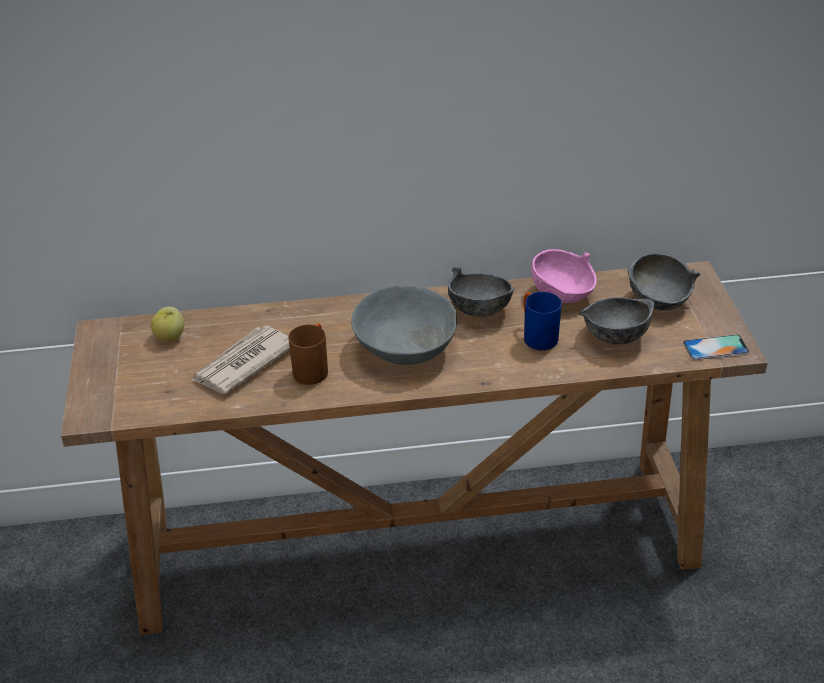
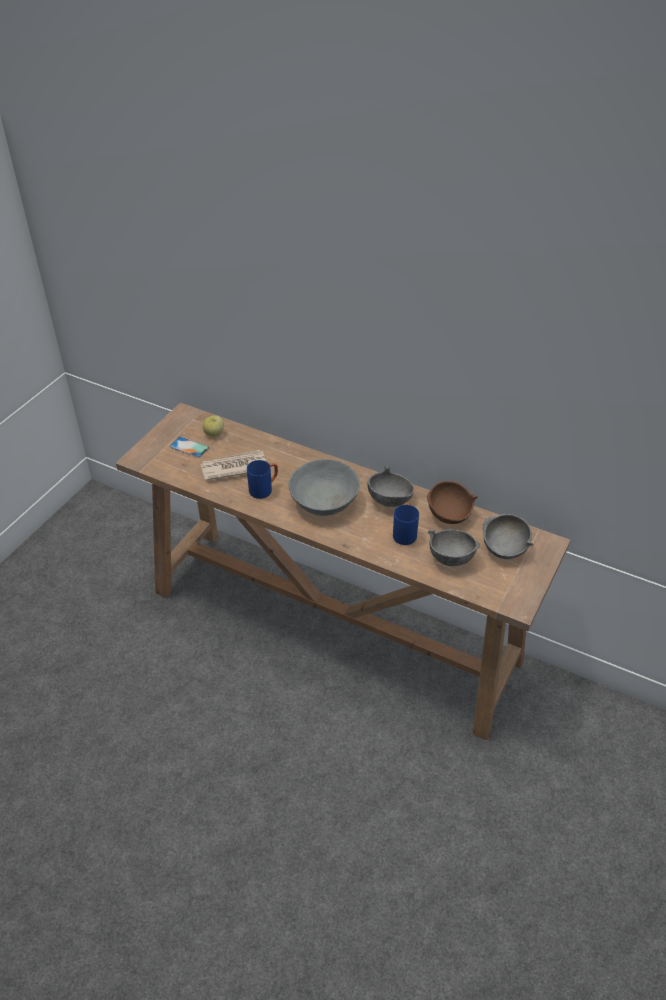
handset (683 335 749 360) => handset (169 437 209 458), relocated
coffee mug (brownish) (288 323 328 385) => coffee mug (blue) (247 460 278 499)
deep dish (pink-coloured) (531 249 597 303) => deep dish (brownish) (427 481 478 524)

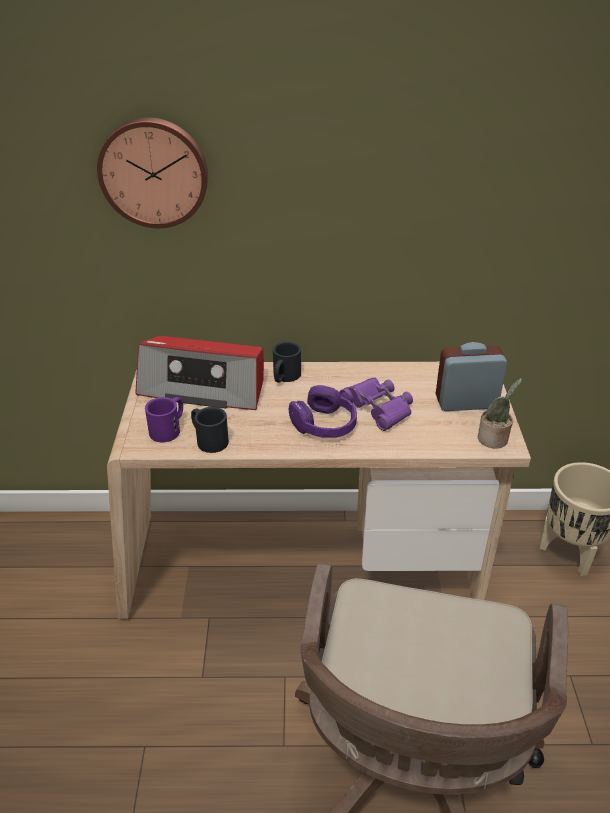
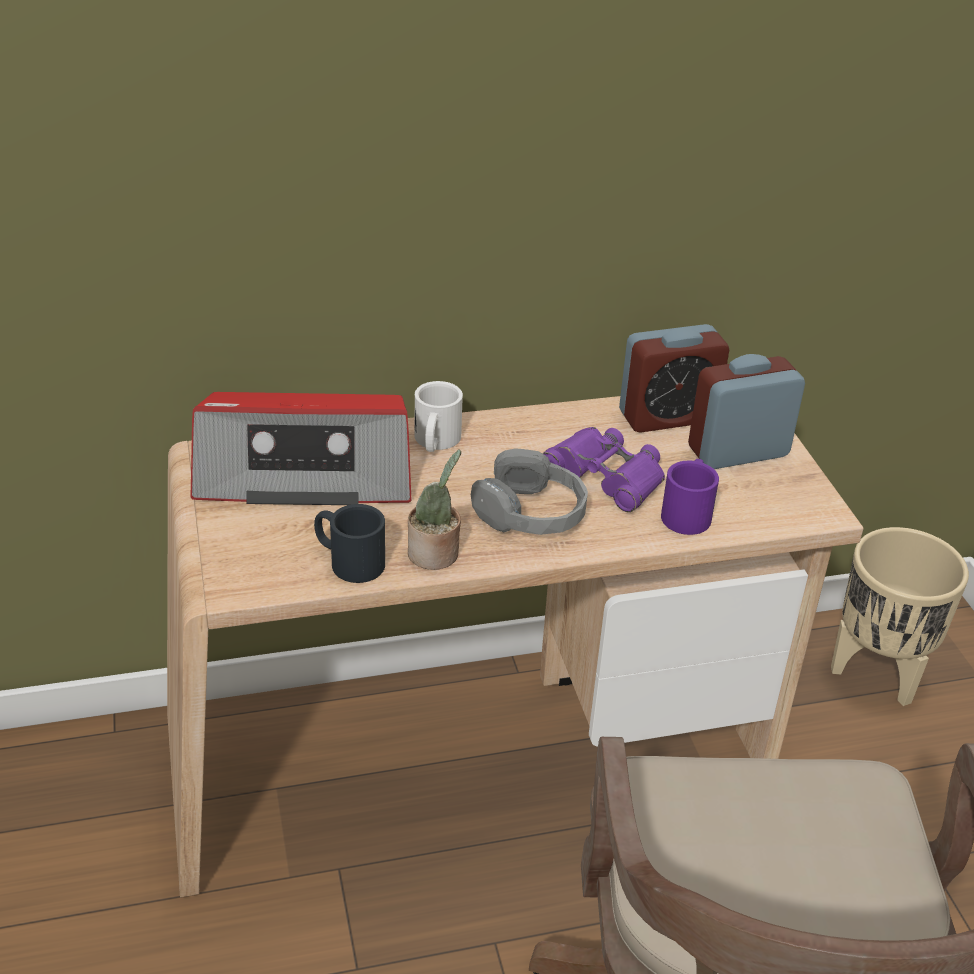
hanging clock (97 117 208 228) => nothing
nothing => table clock (619 324 729 433)
coffee mug (purple) (145 397 183 442) => coffee mug (purple) (661 459 719 535), relocated
potted plant (478 378 522 449) => potted plant (408 450 461 570), relocated
coffee mug (black) (273 342 301 383) => coffee mug (white-coloured) (414 381 463 452)
pair of headphones (purple) (288 385 357 438) => pair of headphones (gray) (471 448 588 535)

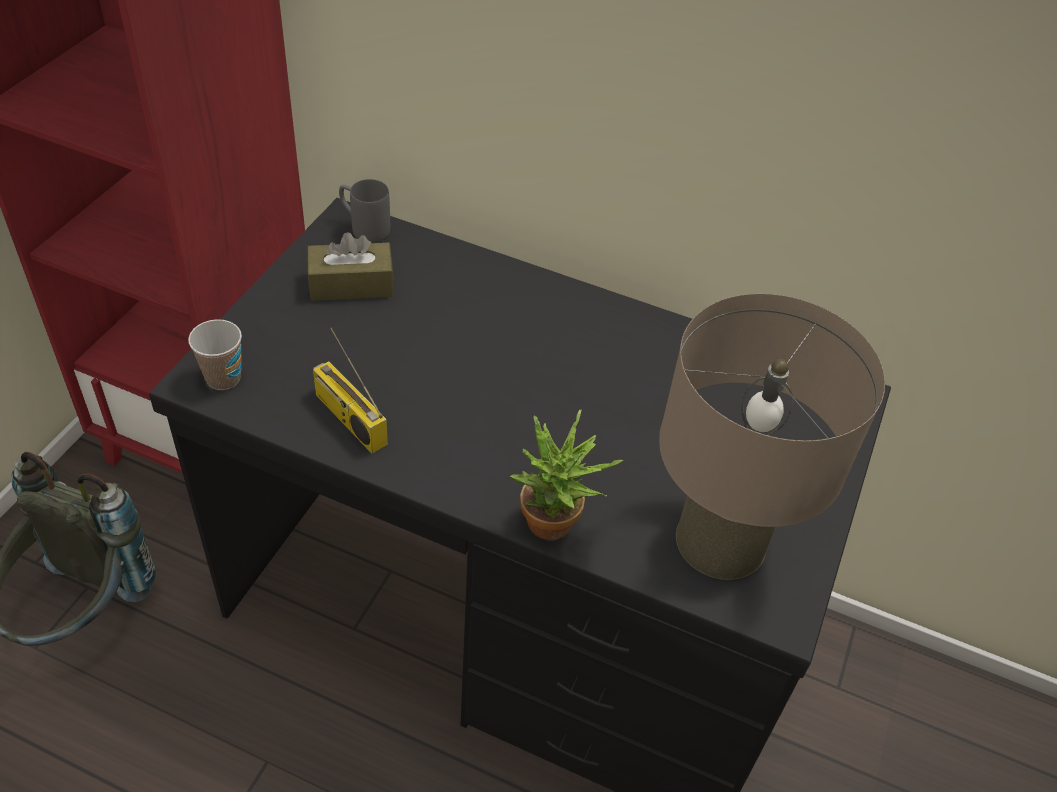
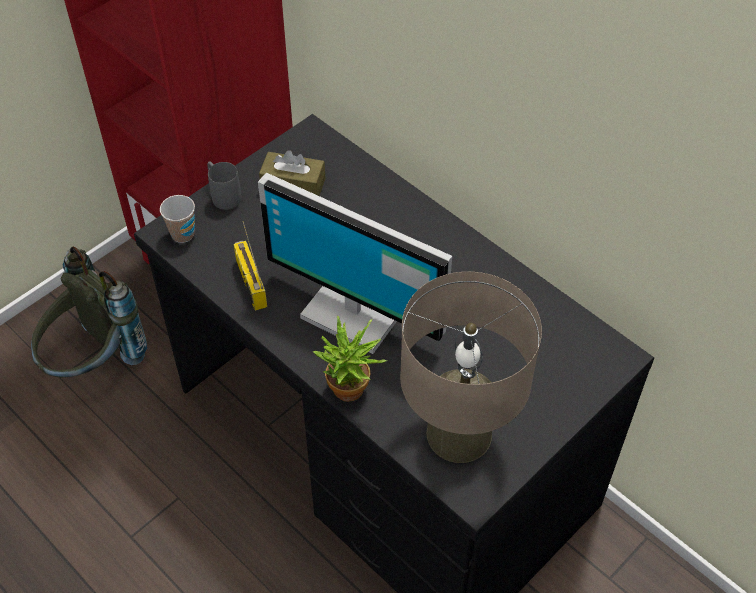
nothing => monitor (258 173 452 354)
coffee mug (gray) (339 179 390 243) => coffee mug (gray) (207 161 241 210), relocated

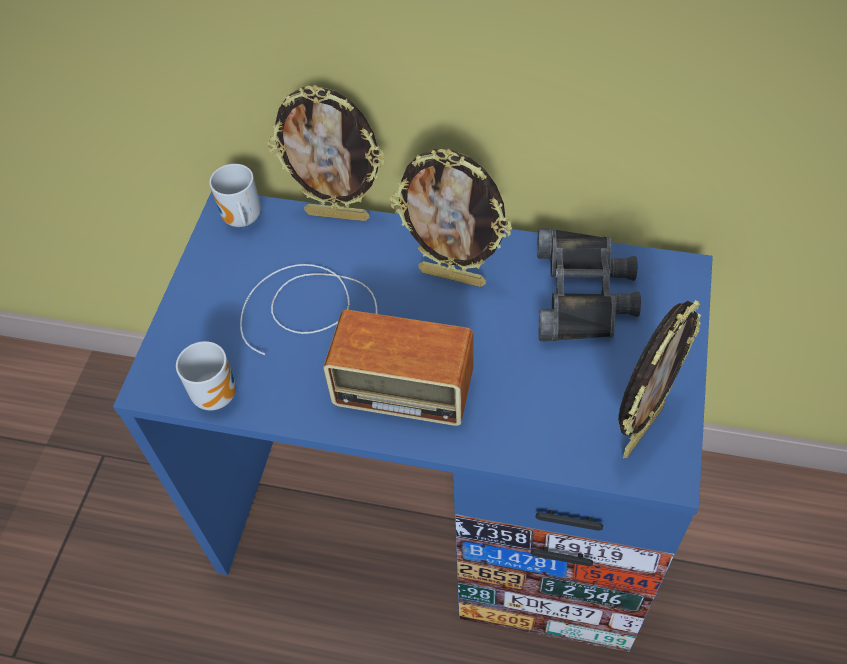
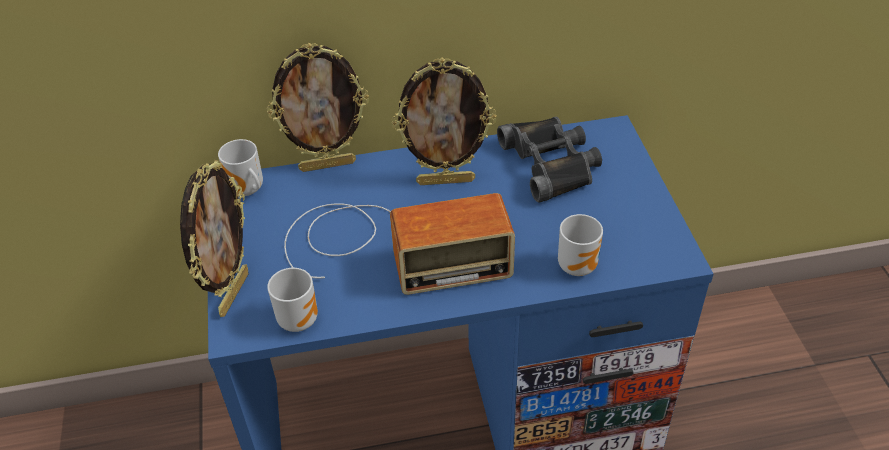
nothing => coffee mug (558 214 603 276)
photo frame (618 300 701 458) => photo frame (180 160 249 317), relocated

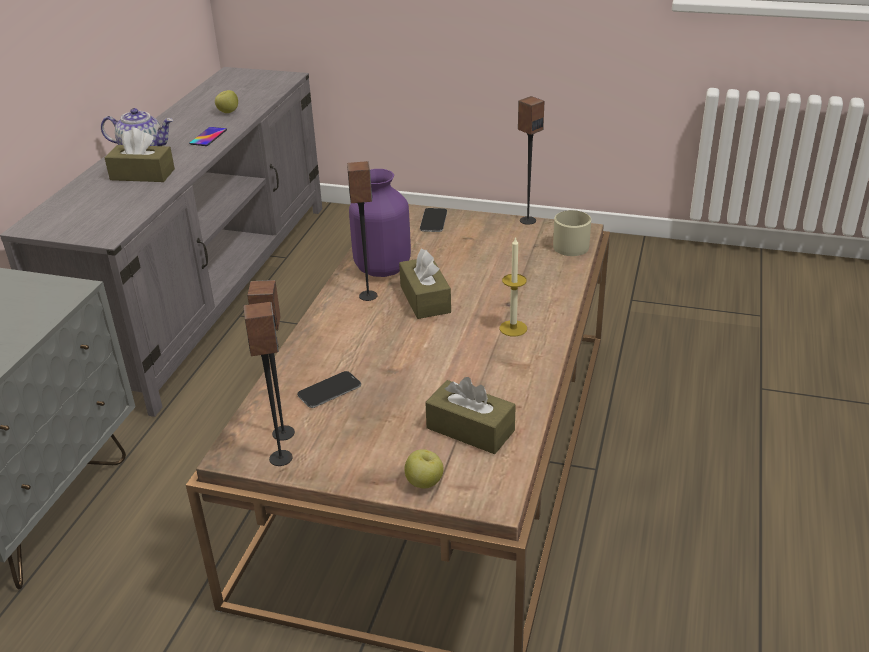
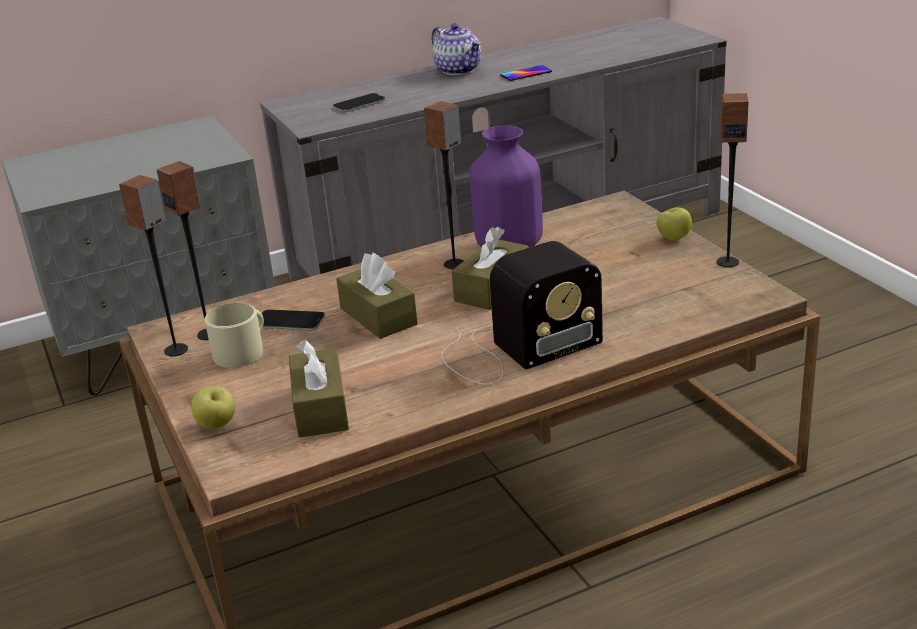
box of tissues (brownish) (104 128 175 182) => box of tissues (brownish) (336 253 418 339), relocated
apple (215 90 238 113) => apple (657 208 692 240), relocated
handset (420 208 447 232) => handset (333 93 386 112), relocated
coffee mug (beige) (553 210 591 256) => coffee mug (beige) (205 303 264 368), relocated
wax candle (500 236 527 336) => radio set (441 241 603 385)

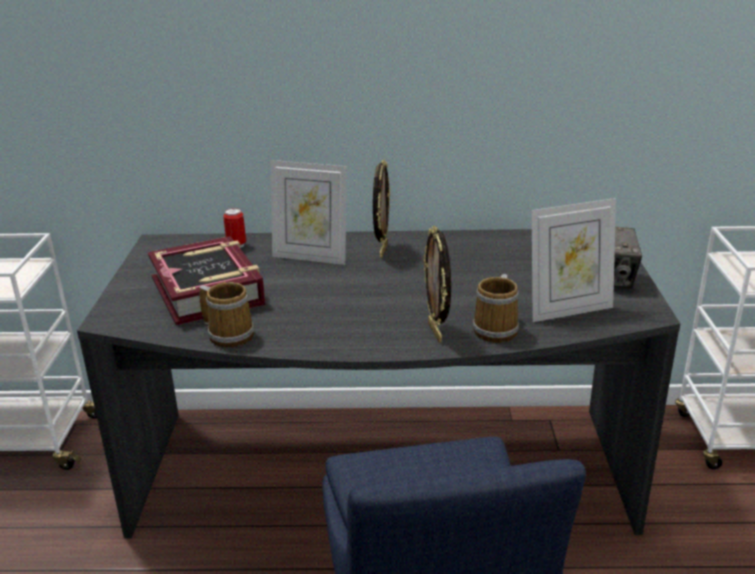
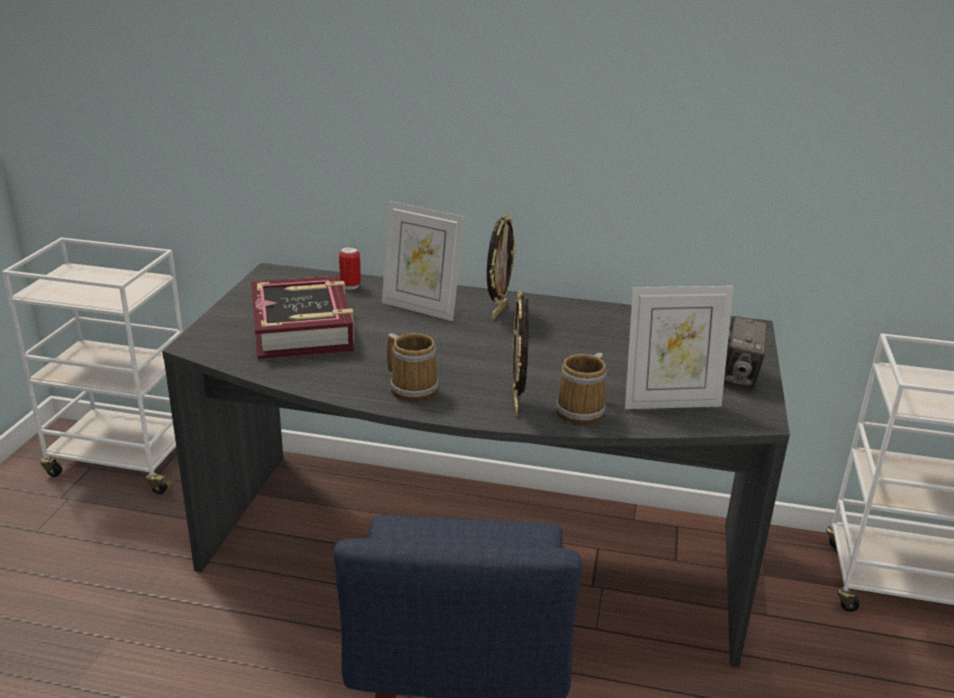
coffee mug (199 282 254 347) => coffee mug (387 333 439 402), relocated

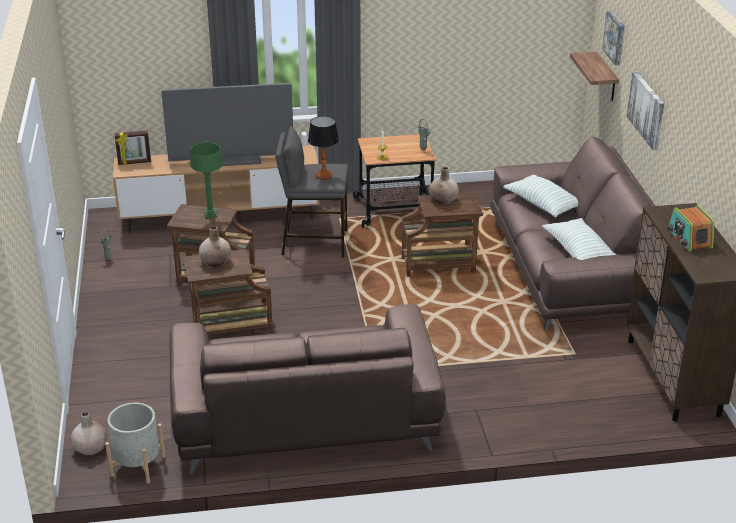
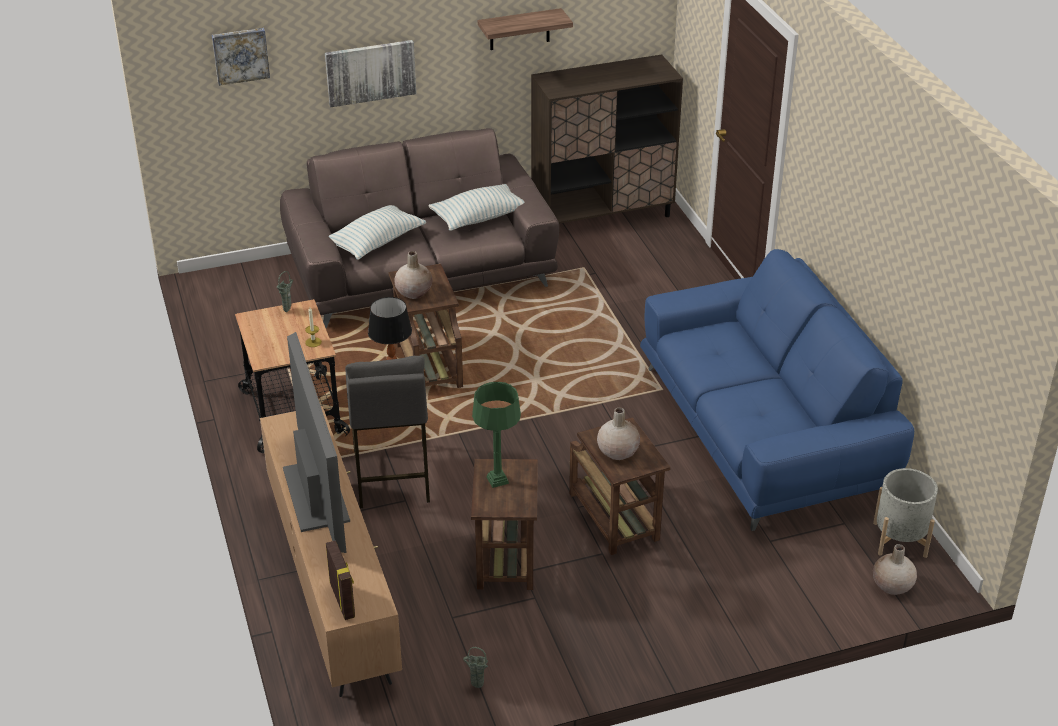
radio set (667 204 714 252) => nothing
bracket shelf (570 52 619 101) => bracket shelf (478 8 573 50), relocated
settee (brownish) (170 304 446 475) => settee (blue) (640 249 914 531)

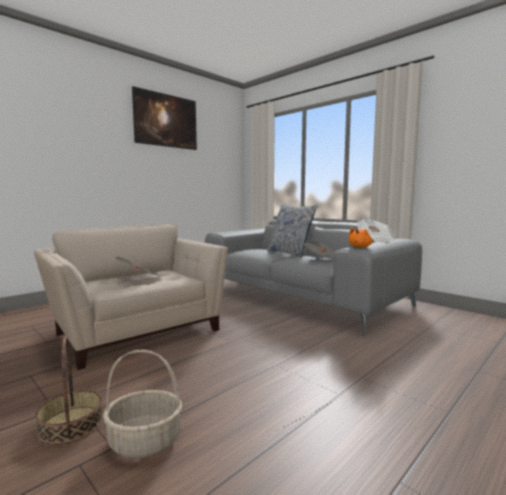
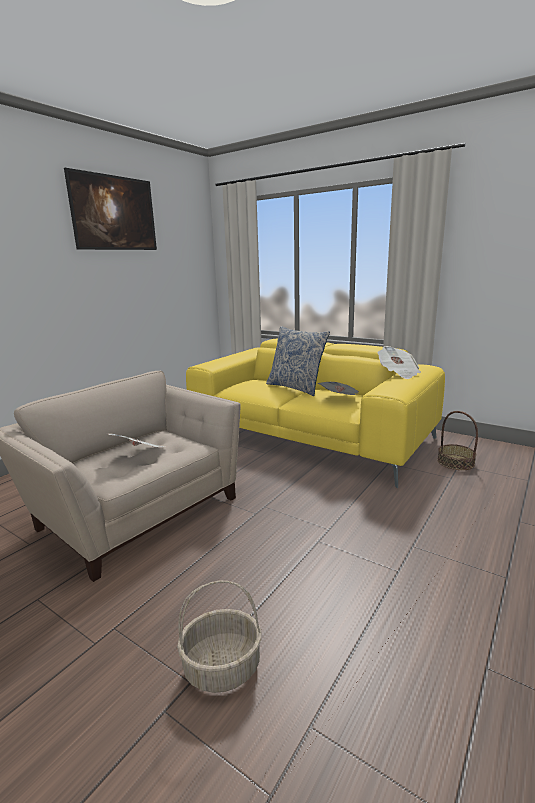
plush toy (orangey) (349 228 373 248) => nothing
storage basket (35 336 103 445) => storage basket (437 411 478 470), relocated
settee (gray) (205 220 422 337) => settee (yellow-coloured) (186 338 445 488)

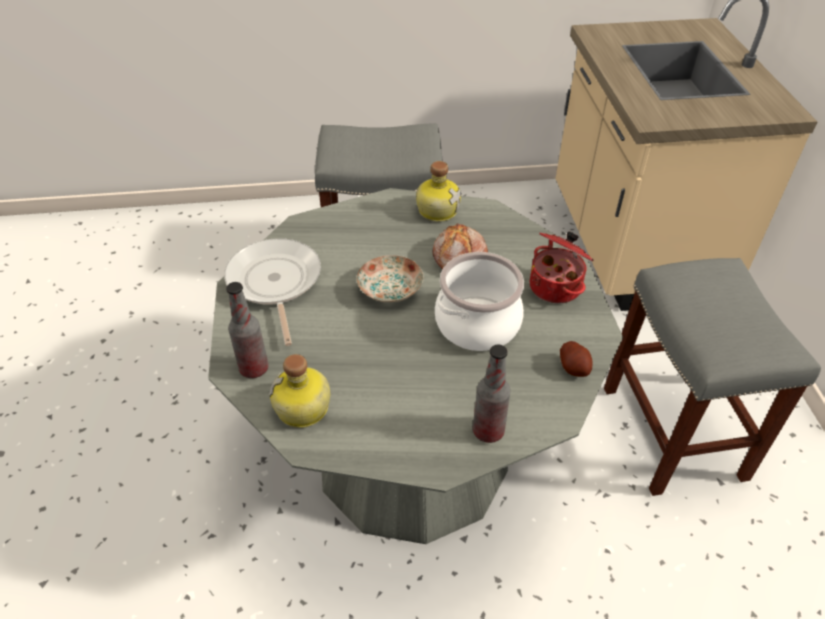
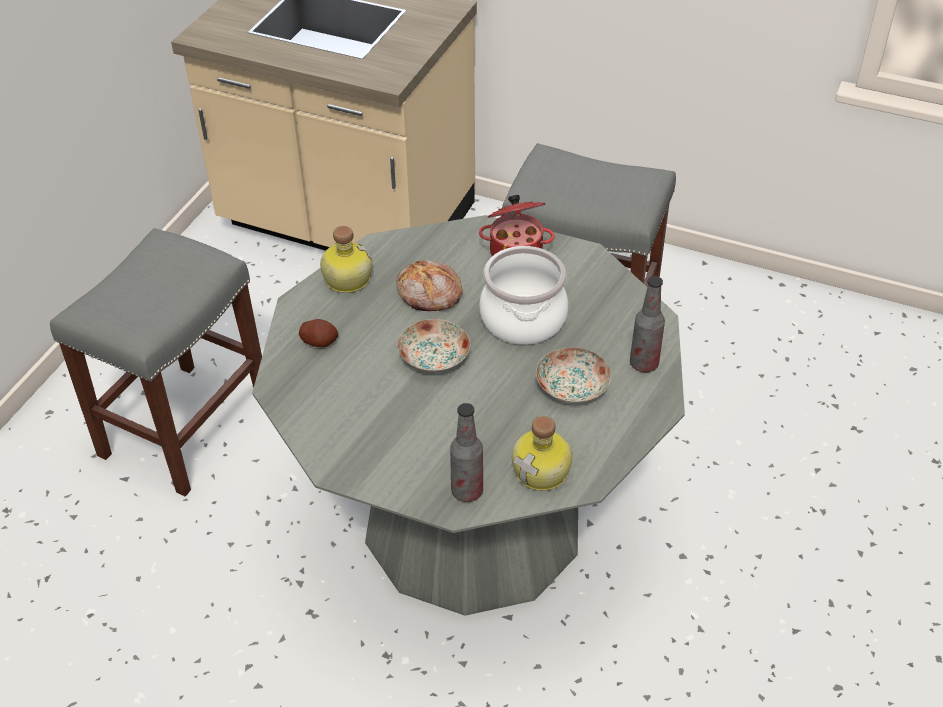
pan (224 238 321 346) => nothing
nothing => dinner plate (536 347 611 403)
whole potato (560 341 593 377) => whole potato (299 319 338 348), relocated

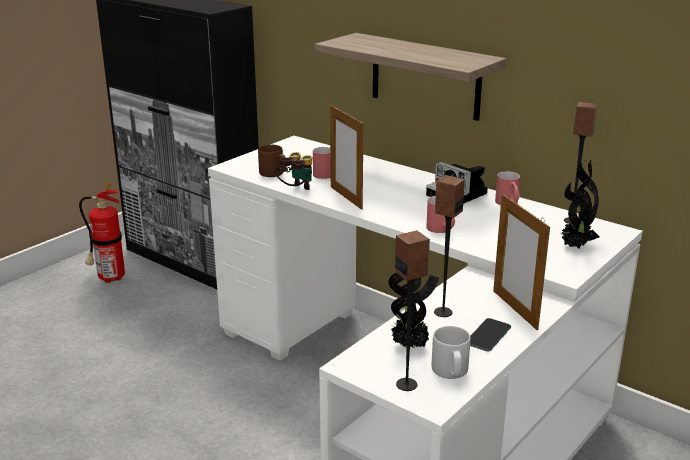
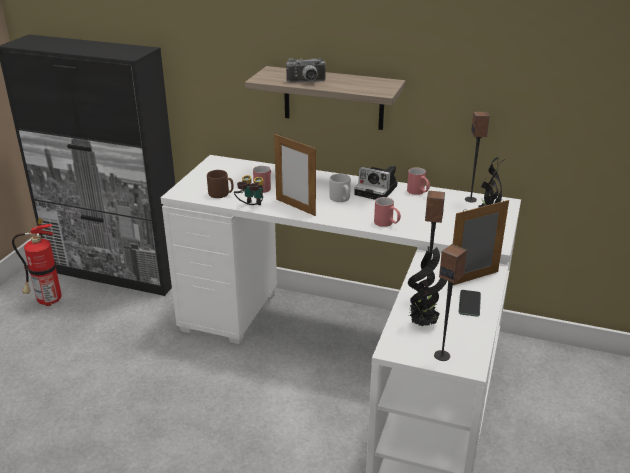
nothing => still camera (286 58 326 83)
coffee mug (gray) (432 326 471 379) => coffee mug (gray) (329 173 351 202), relocated
photo frame (493 194 550 330) => photo frame (453 200 509 285), 105 degrees clockwise

